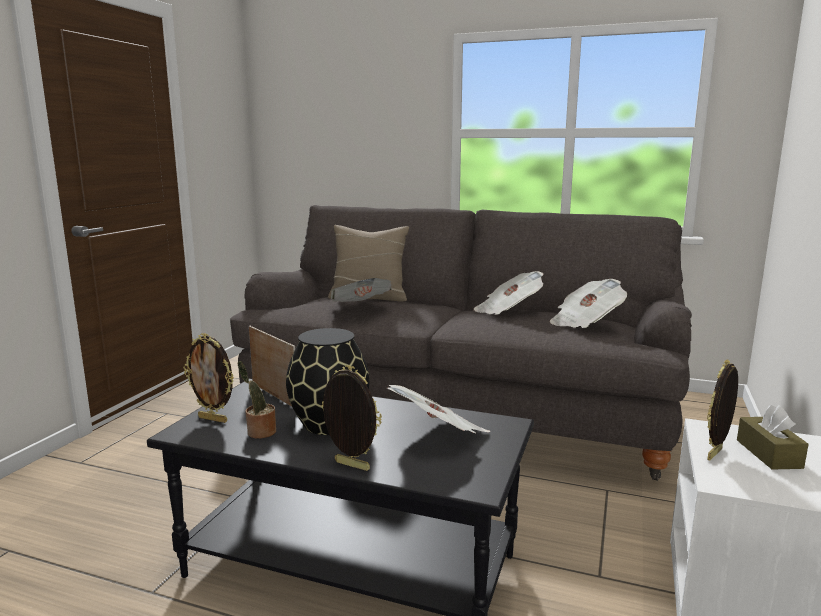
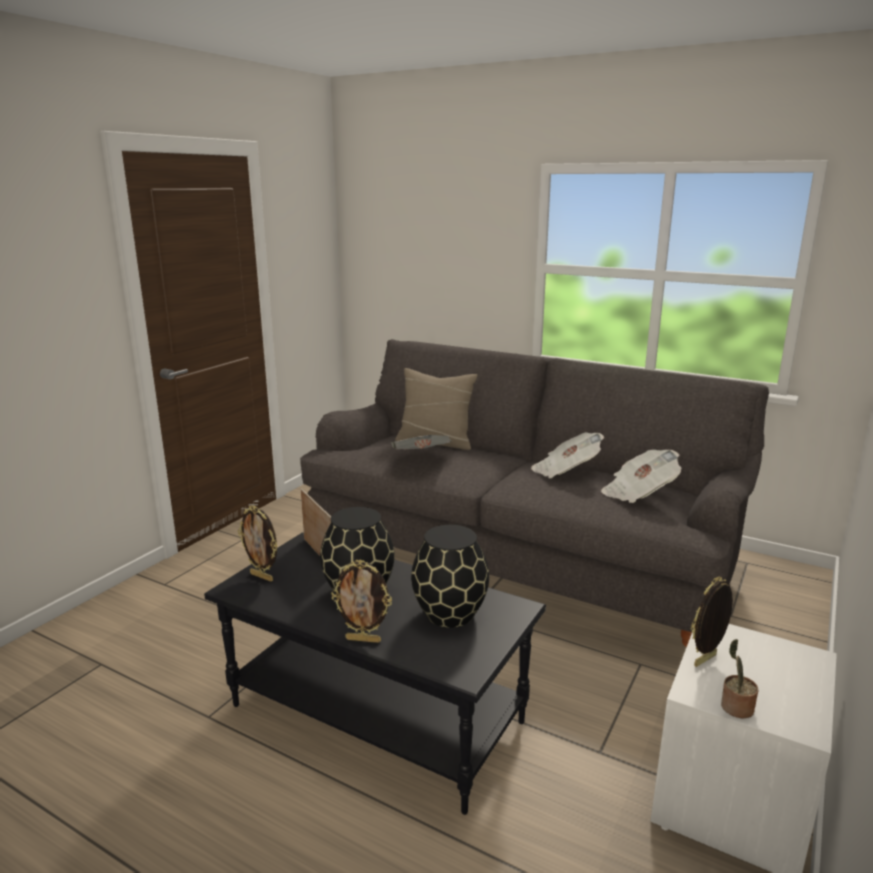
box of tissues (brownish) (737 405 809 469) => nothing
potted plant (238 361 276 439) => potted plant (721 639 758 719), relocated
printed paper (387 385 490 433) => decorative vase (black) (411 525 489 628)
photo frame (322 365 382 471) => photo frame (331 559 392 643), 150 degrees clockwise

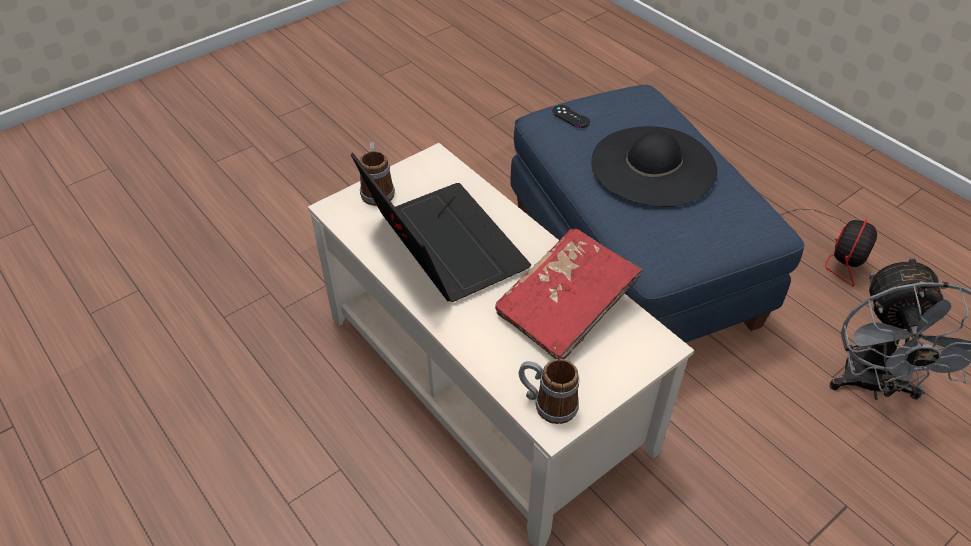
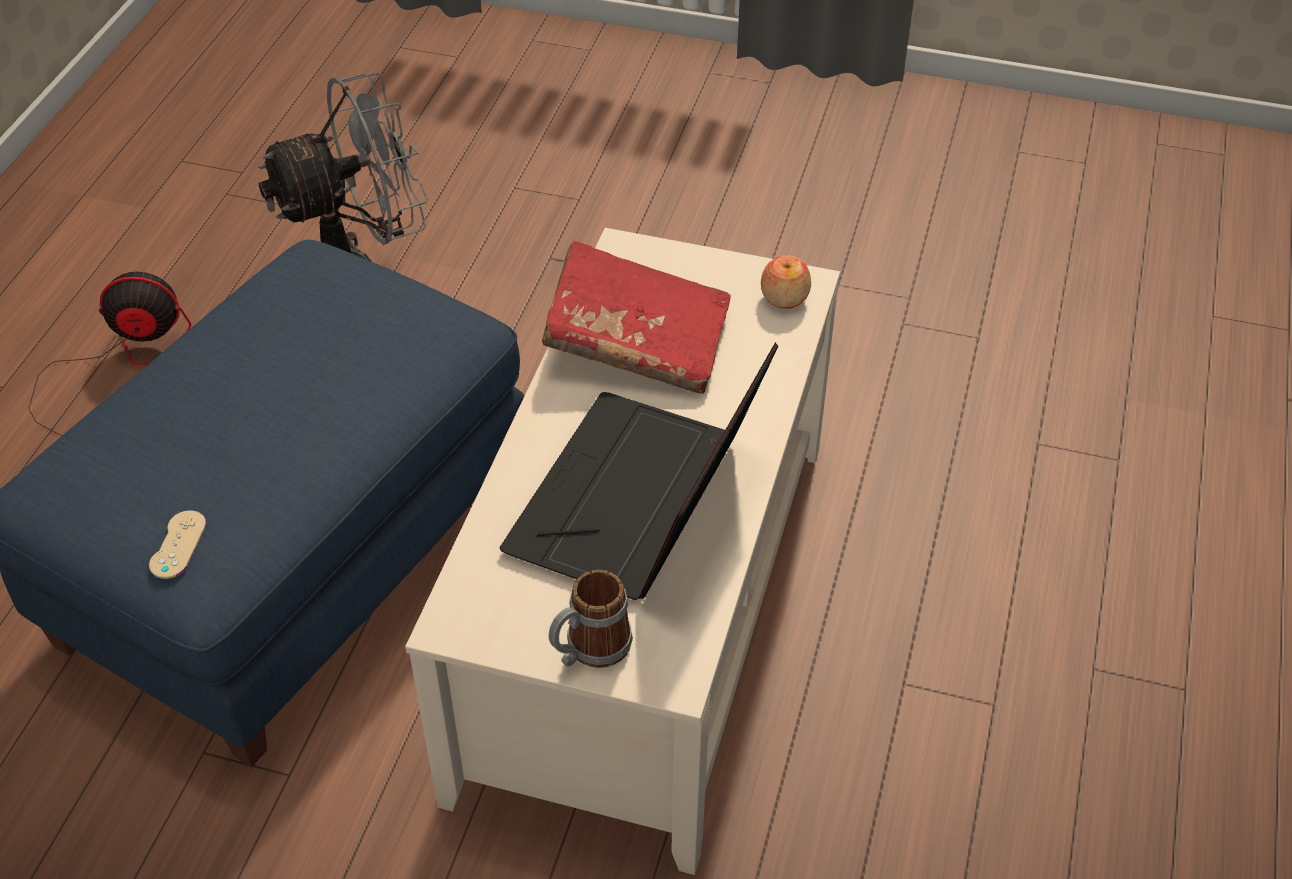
hat (black) (591 126 717 207) => nothing
coffee mug (519 359 579 424) => apple (761 255 811 309)
gamepad (black) (552 105 590 128) => gamepad (beige) (149 510 206 579)

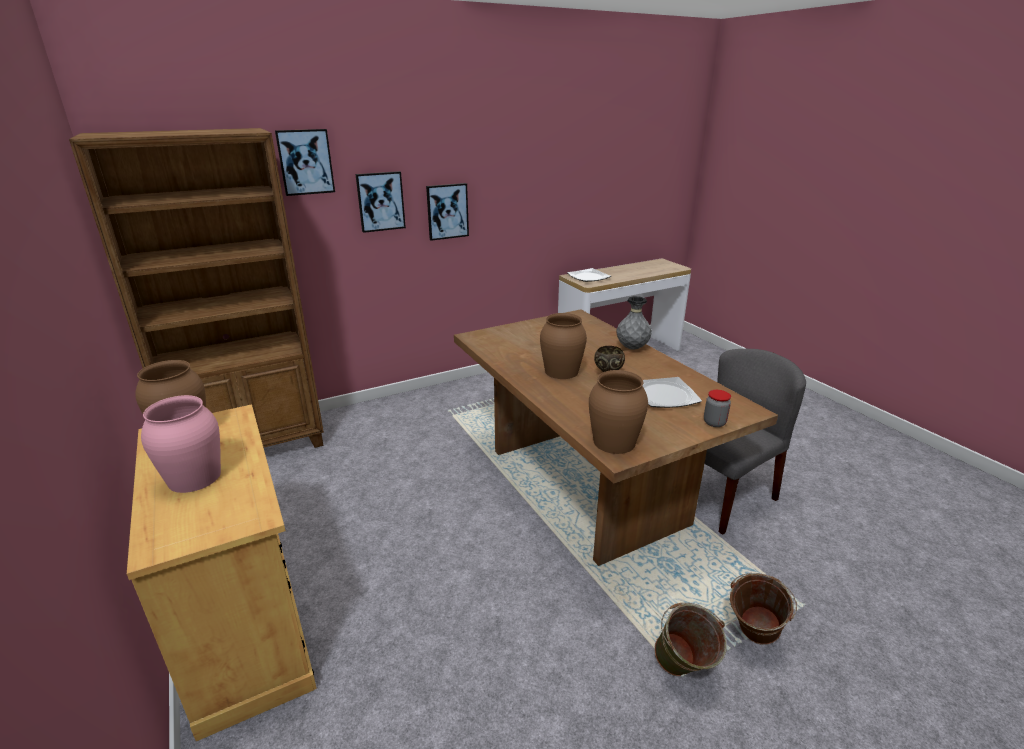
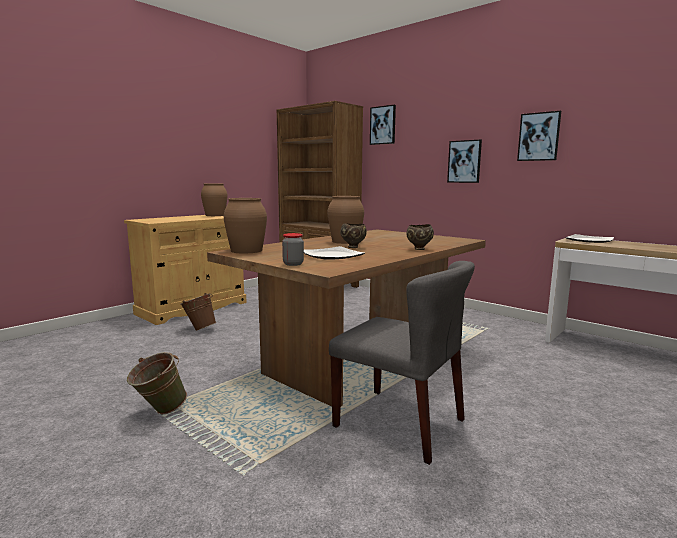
decorative vase (pink-coloured) (141 395 221 493) => nothing
wall art (356 171 406 233) => wall art (517 111 561 161), relocated
bucket (brownish) (730 573 797 645) => bucket (brownish) (180 293 216 331), relocated
decorative vase (gray) (617 296 652 350) => deep dish (brownish) (407 224 434 250)

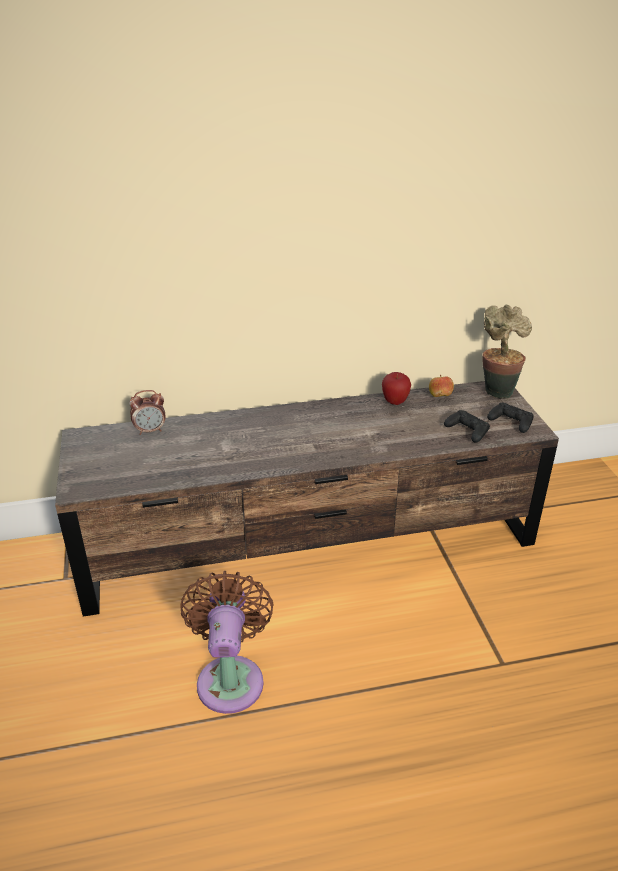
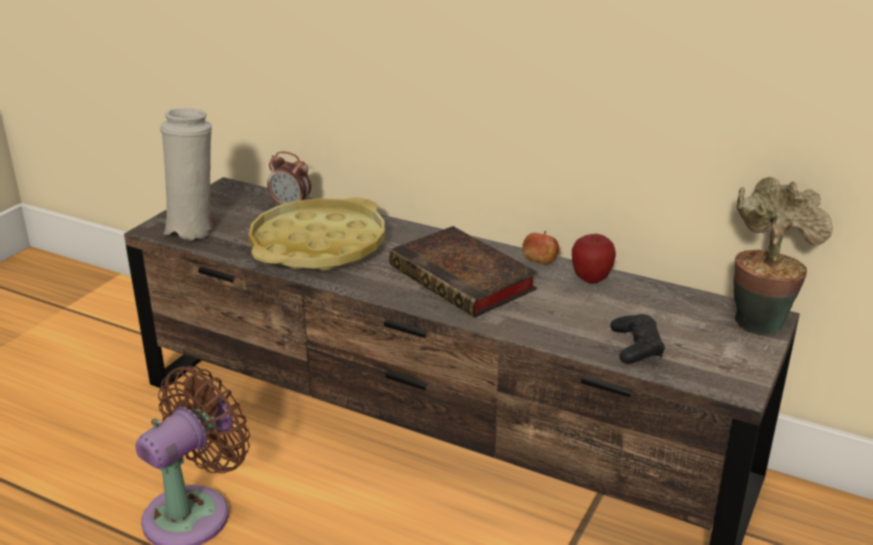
gamepad (black) (487 403 534 433) => nothing
nothing => decorative vase (white-coloured) (160 108 212 240)
nothing => carrying tray (yellow-coloured) (249 197 385 271)
nothing => volume (389 226 539 317)
apple (429 375 454 397) => apple (522 231 559 265), relocated

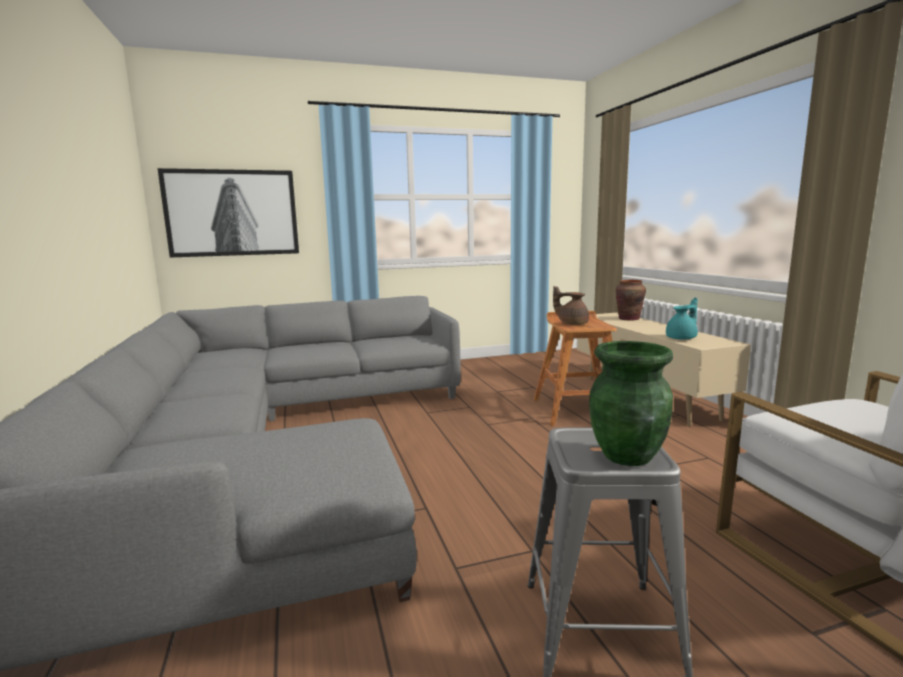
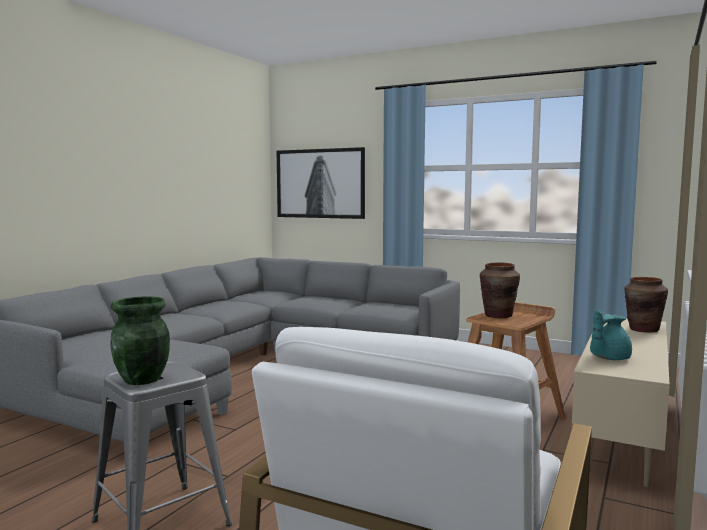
tea pot (brownish) (553 286 589 325) => decorative vase (brownish) (480 263 520 318)
tea pot (turquoise) (666 298 698 339) => tea pot (turquoise) (590 310 632 360), 135 degrees clockwise

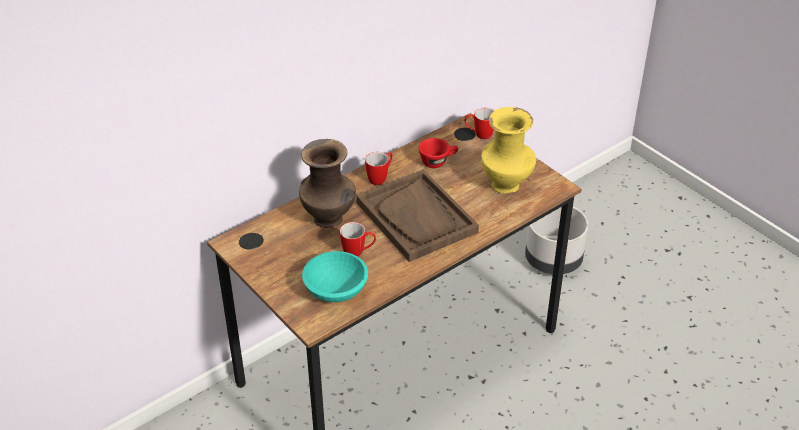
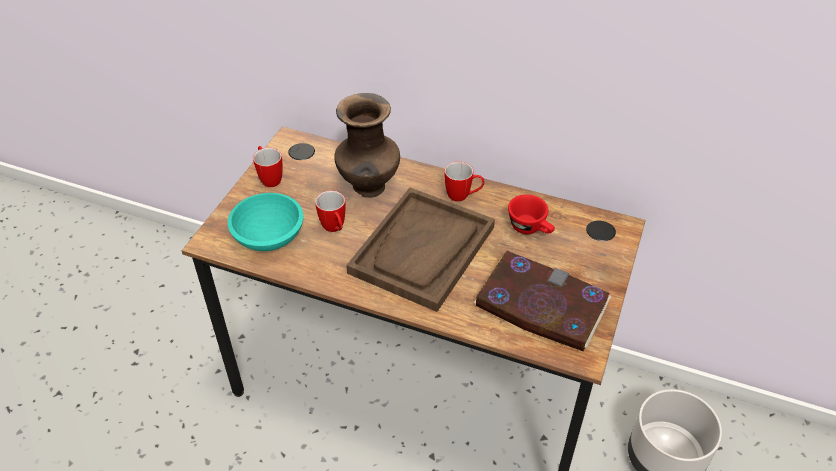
coffee mug (464 107 495 139) => coffee mug (253 146 283 187), relocated
decorative vase (yellow-coloured) (481 107 536 194) => volume (474 251 612 352)

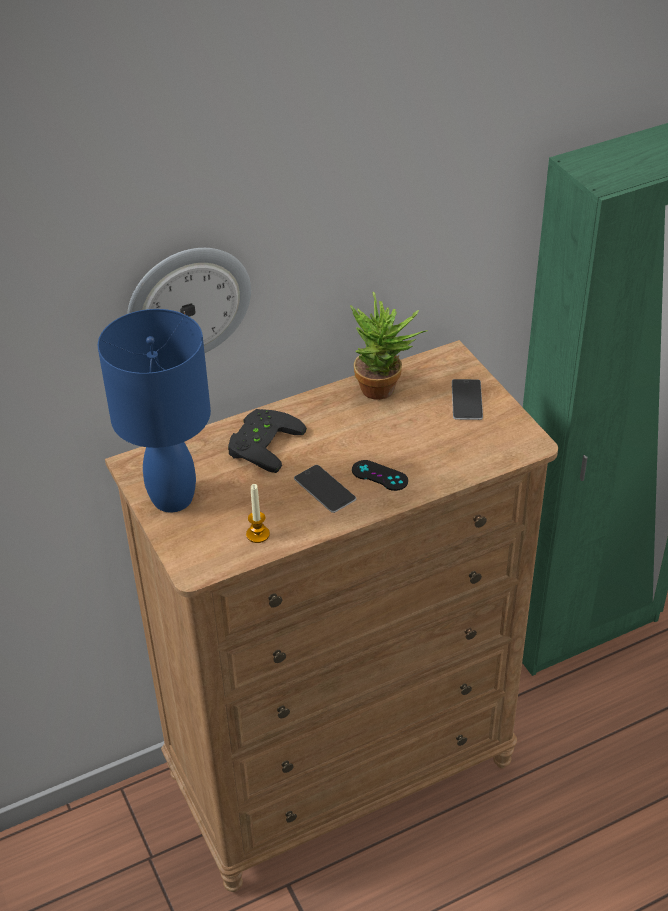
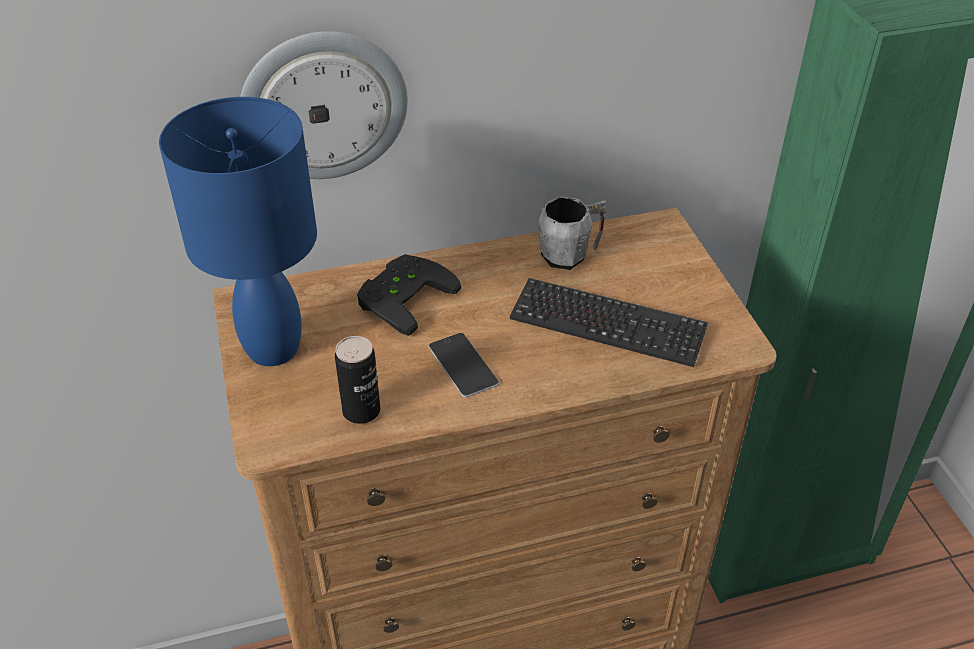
gamepad (black) (352 460 408 491) => nothing
handset (452 379 483 420) => nothing
nothing => computer keyboard (510 278 708 367)
wax candle (246 484 270 543) => can (335 336 380 424)
potted plant (350 292 427 400) => coffee mug (gray) (538 196 606 270)

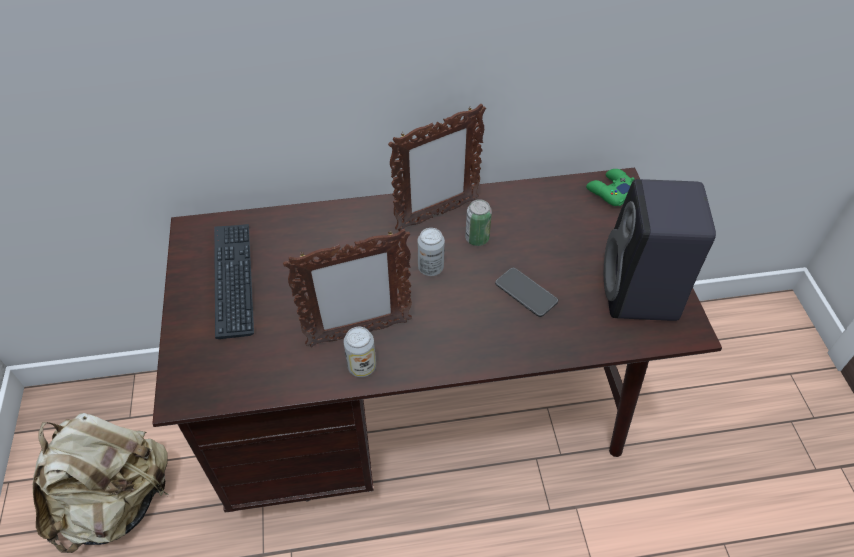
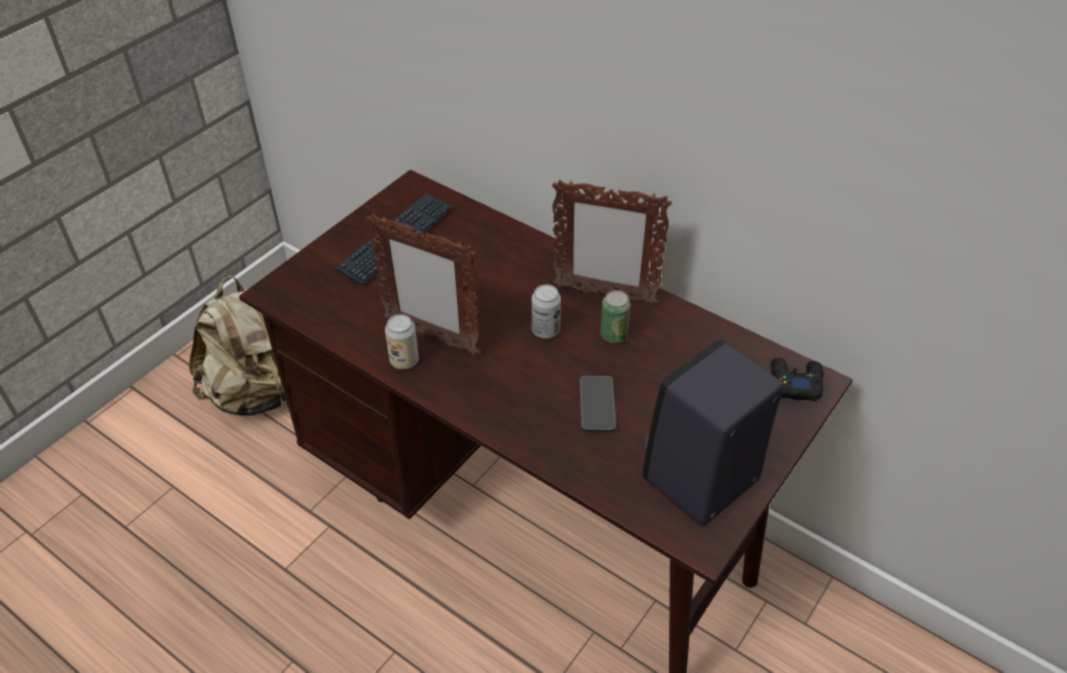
gamepad (green-coloured) (586 169 635 206) => gamepad (black) (771 358 824 401)

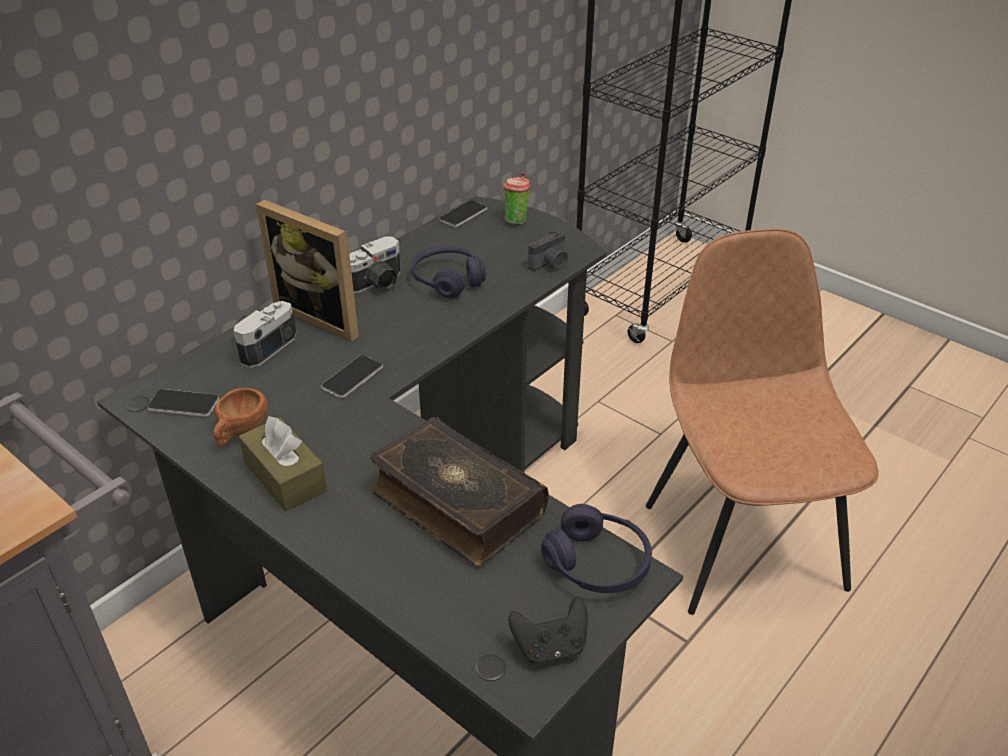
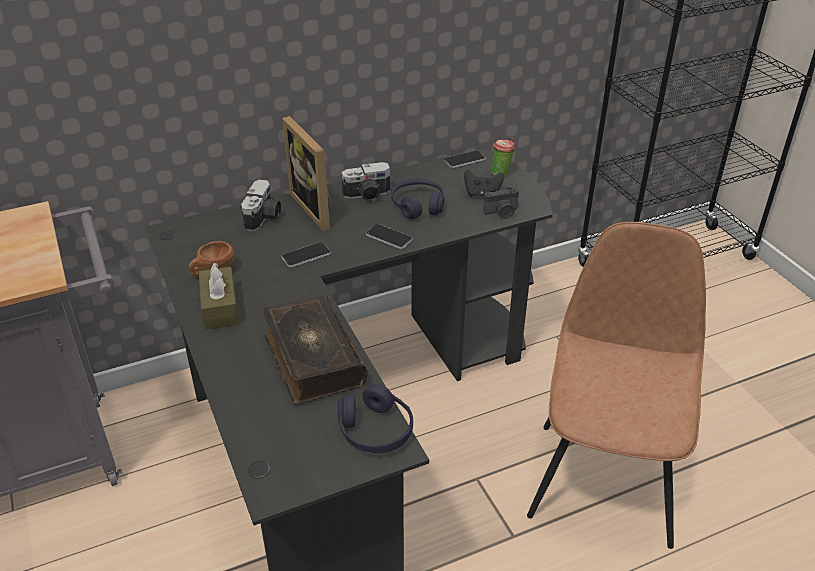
handset (147 389 219 417) => handset (366 224 413 249), relocated
gamepad (black) (508 597 588 665) => gamepad (black) (464 170 504 197), relocated
still camera (234 301 296 368) => still camera (241 179 281 231), 135 degrees clockwise

